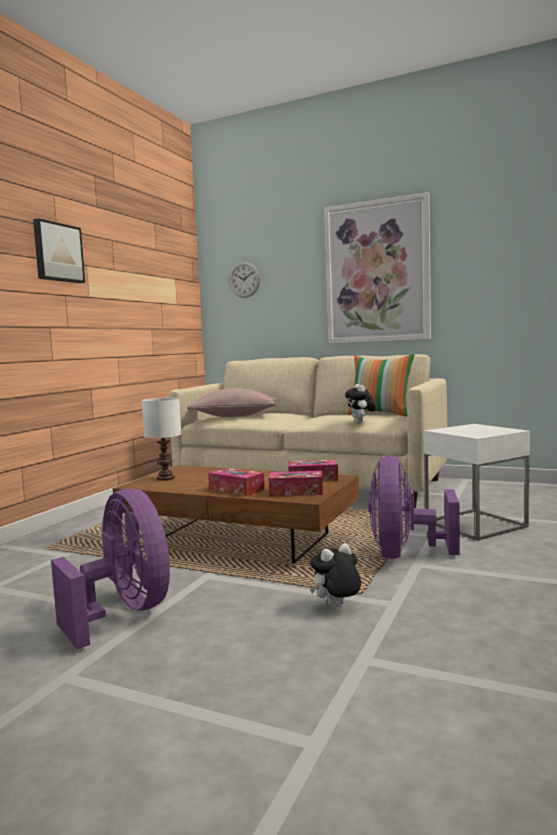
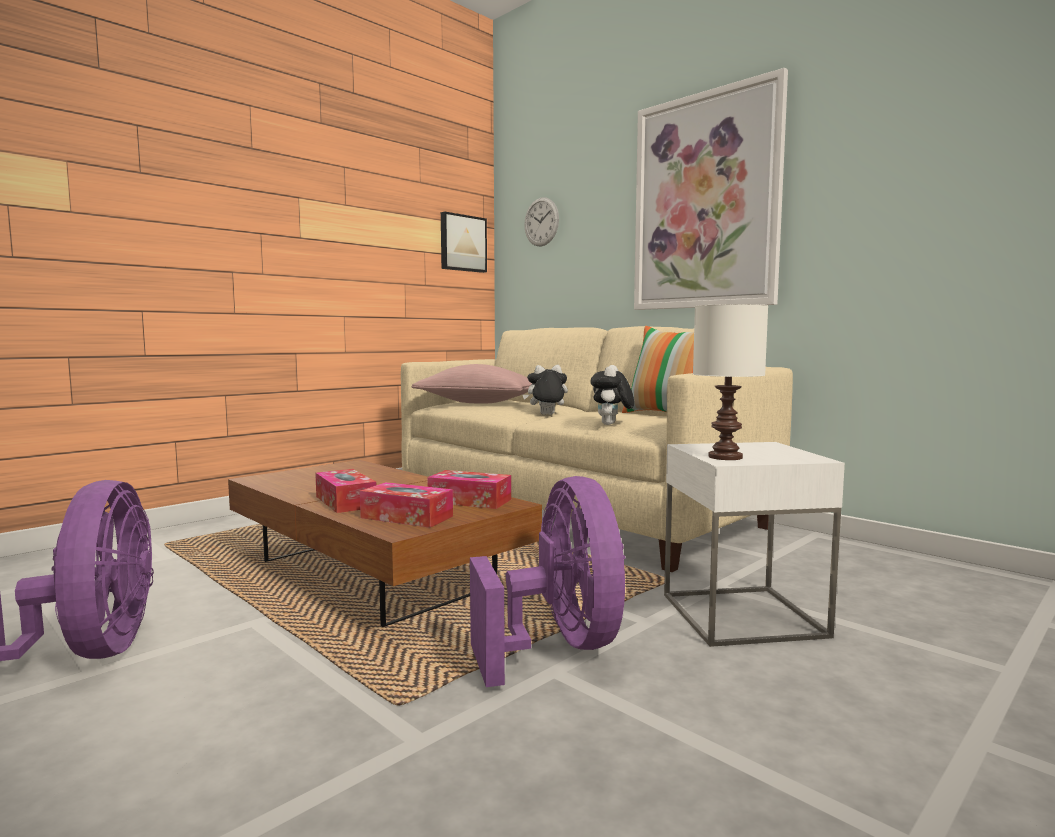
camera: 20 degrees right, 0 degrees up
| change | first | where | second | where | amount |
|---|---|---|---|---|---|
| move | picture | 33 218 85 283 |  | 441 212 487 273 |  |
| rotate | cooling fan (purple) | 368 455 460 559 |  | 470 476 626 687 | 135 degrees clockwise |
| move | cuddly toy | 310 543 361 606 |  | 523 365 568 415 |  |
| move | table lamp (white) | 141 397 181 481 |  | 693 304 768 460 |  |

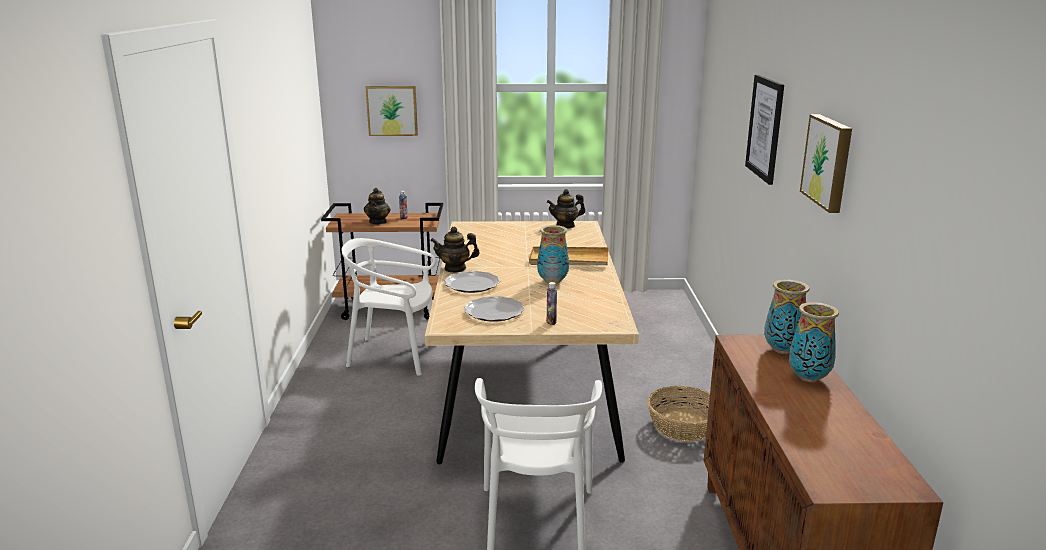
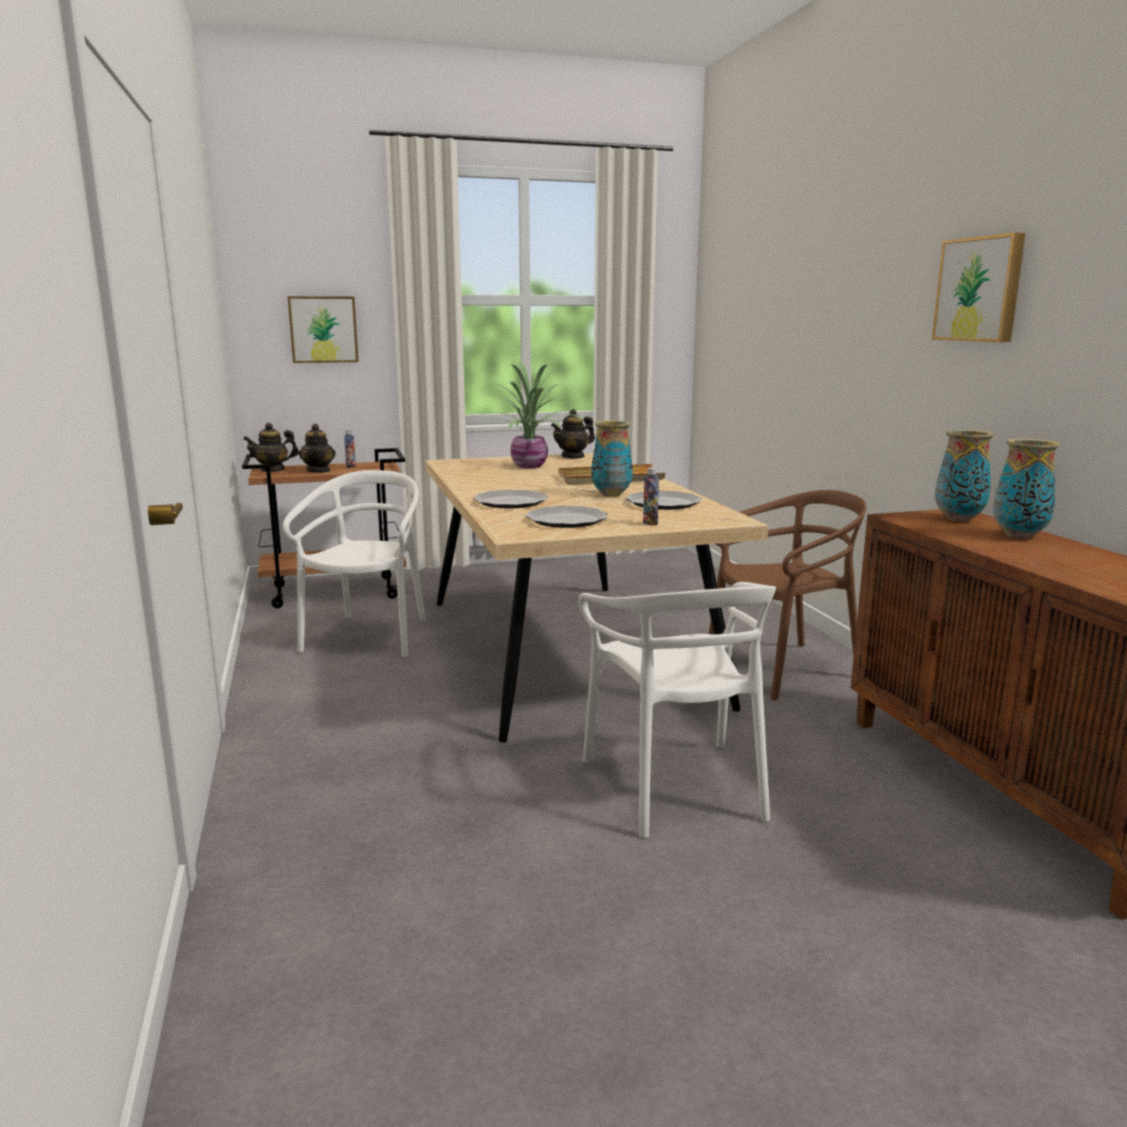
camera: 15 degrees left, 5 degrees down
| change | first | where | second | where | amount |
|---|---|---|---|---|---|
| move | tea pot | 430 227 480 273 |  | 243 423 299 472 |  |
| rotate | chair (white) | 342 238 436 376 |  | 283 470 426 658 | 105 degrees clockwise |
| insert |  |  | plant in a pot | 479 362 584 468 |  |
| insert |  |  | plate | 626 491 702 510 |  |
| replace | household basket | 647 386 710 442 | chair (brown-coloured) | 709 490 866 701 |  |
| delete | picture | 745 75 784 185 |  |  |  |

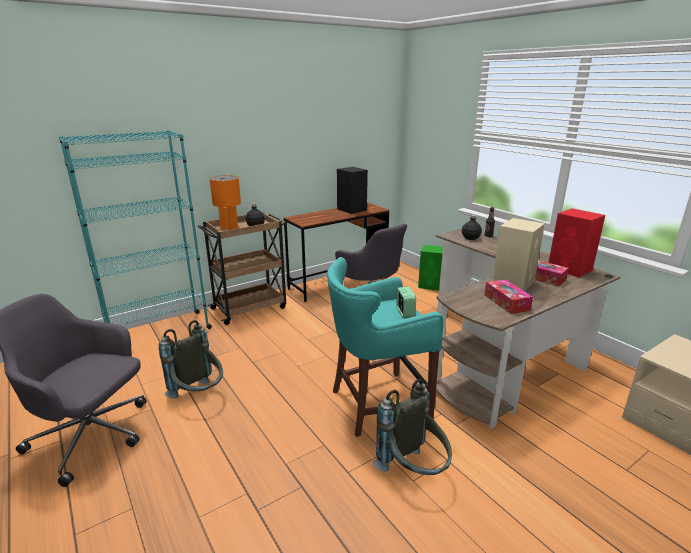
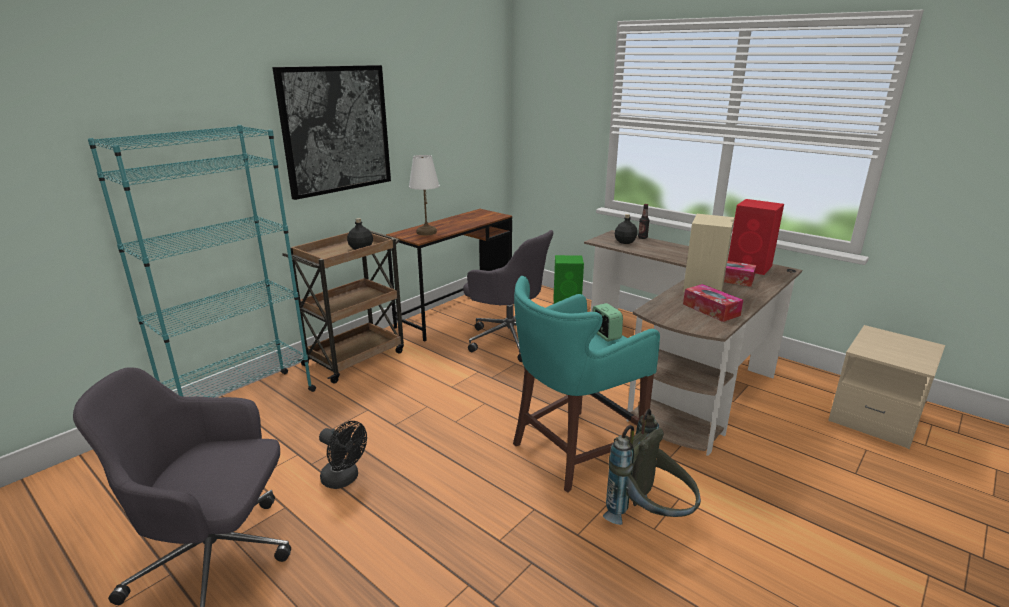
camera: 15 degrees left, 0 degrees up
| change | first | where | second | where | amount |
|---|---|---|---|---|---|
| insert |  |  | picture | 272 65 391 200 |  |
| replace | backpack (greyish) | 159 320 223 398 | cooling fan (black-coloured) | 319 421 367 489 |  |
| insert |  |  | table lamp (white) | 409 155 439 235 |  |
| delete | table lamp (orange) | 210 175 241 230 |  |  |  |
| delete | audio speaker (black-coloured) | 337 167 368 214 |  |  |  |

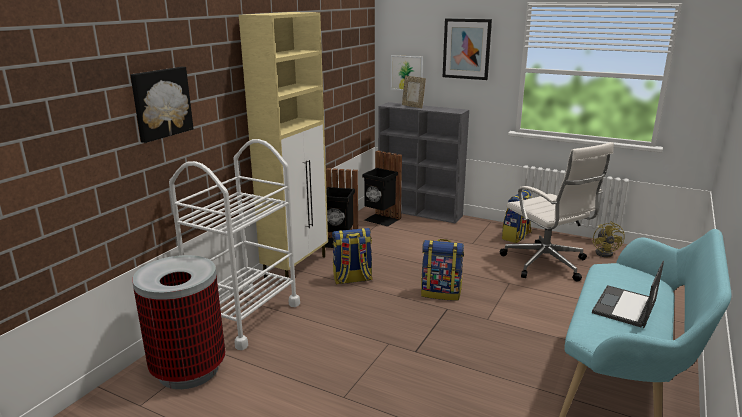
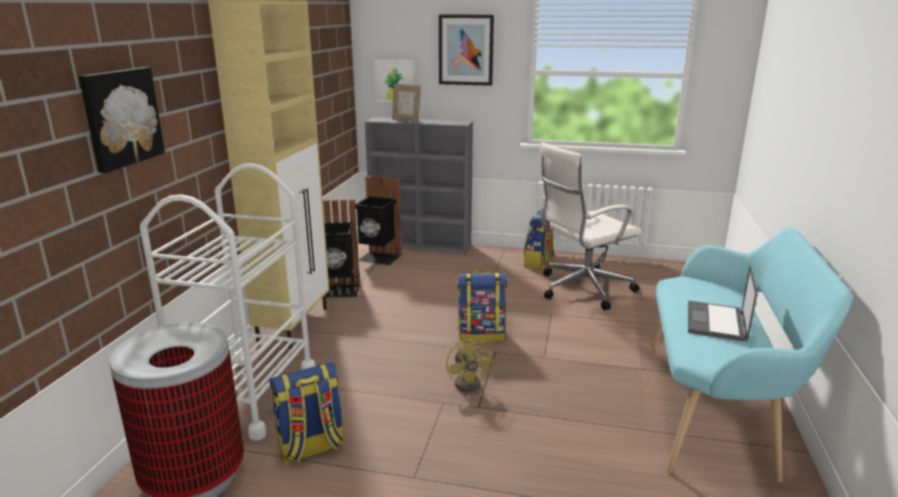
camera: 15 degrees left, 0 degrees up
| change | first | where | second | where | amount |
|---|---|---|---|---|---|
| move | backpack | 332 228 373 285 |  | 269 362 345 465 |  |
| move | cooling fan (yellow-coloured) | 592 221 625 257 |  | 446 336 493 392 |  |
| rotate | computer chair (white) | 499 142 614 282 |  | 539 143 642 310 | 105 degrees clockwise |

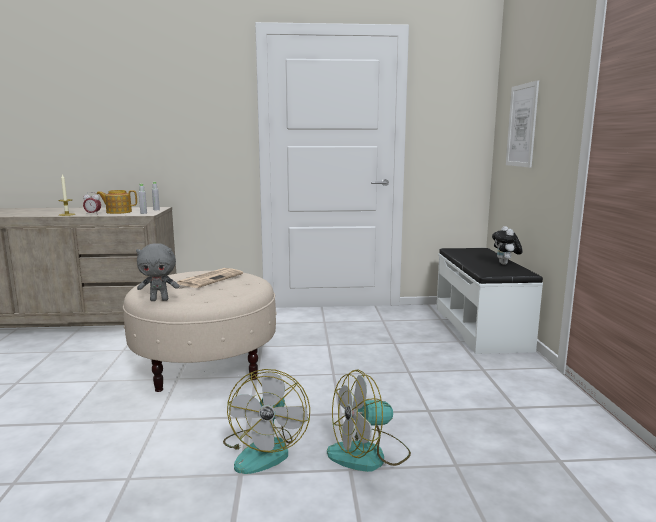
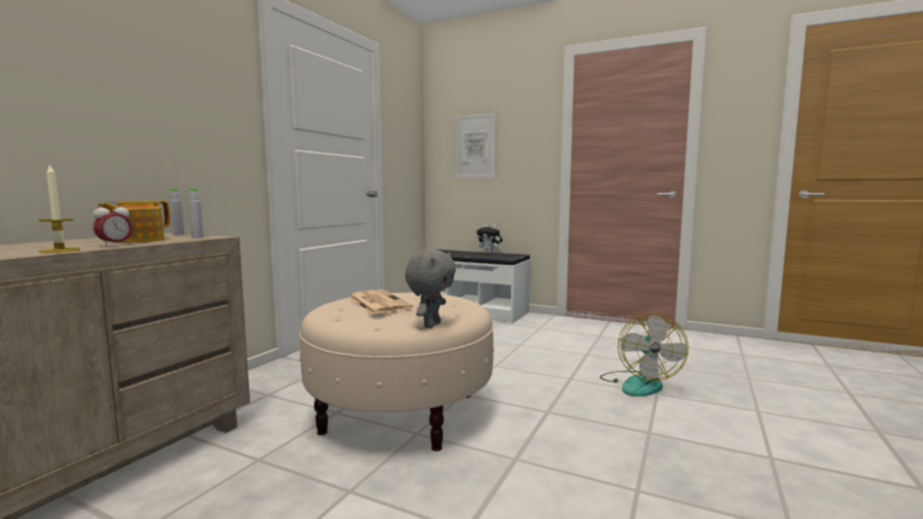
camera: 60 degrees left, 5 degrees down
| change | first | where | second | where | amount |
|---|---|---|---|---|---|
| delete | cooling fan | 223 369 310 474 |  |  |  |

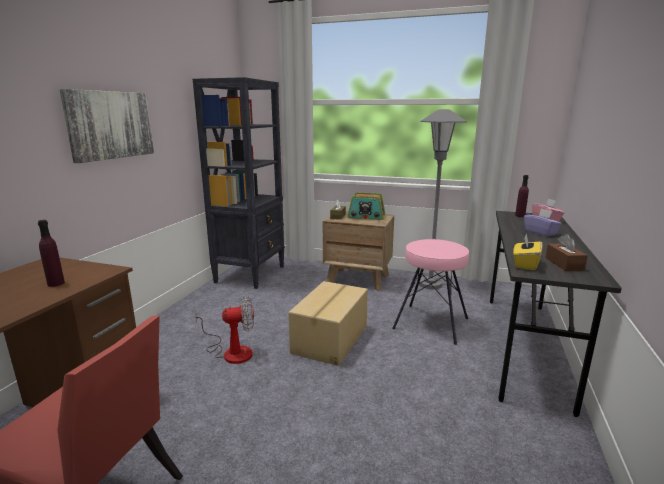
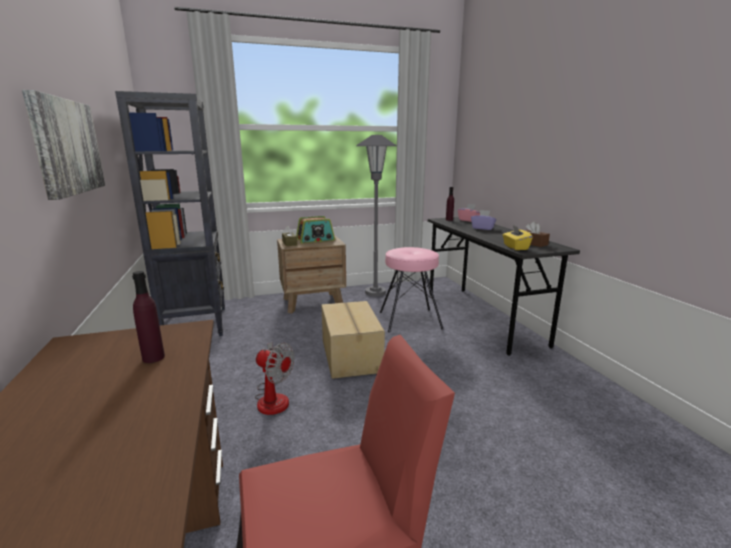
camera: 35 degrees left, 0 degrees up
| change | first | where | second | where | amount |
|---|---|---|---|---|---|
| rotate | cooling fan | 195 296 254 364 |  | 255 342 295 415 | 75 degrees clockwise |

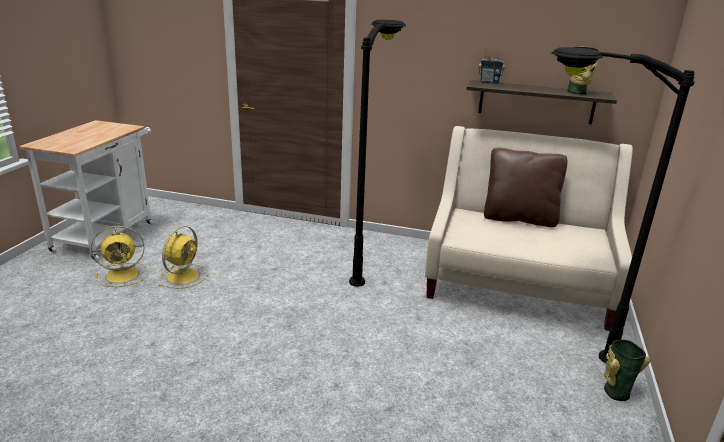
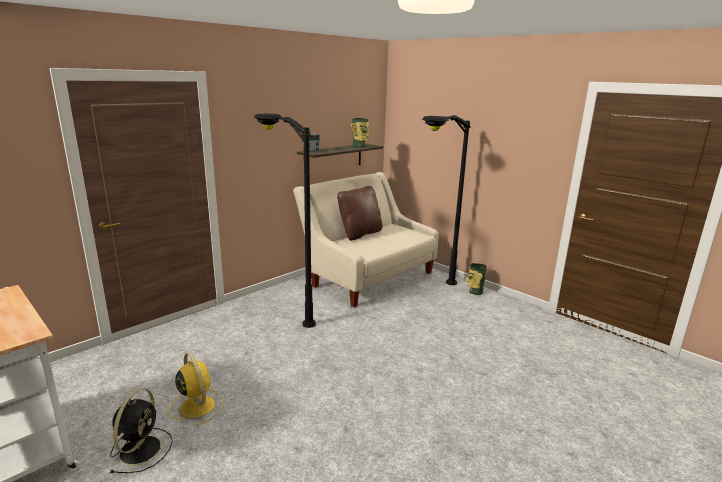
camera: 60 degrees left, 5 degrees down
| change | first | where | second | where | amount |
|---|---|---|---|---|---|
| recolor | cooling fan (yellow-coloured) | 91 226 148 287 | cooling fan (black-coloured) | 110 388 173 473 |  |

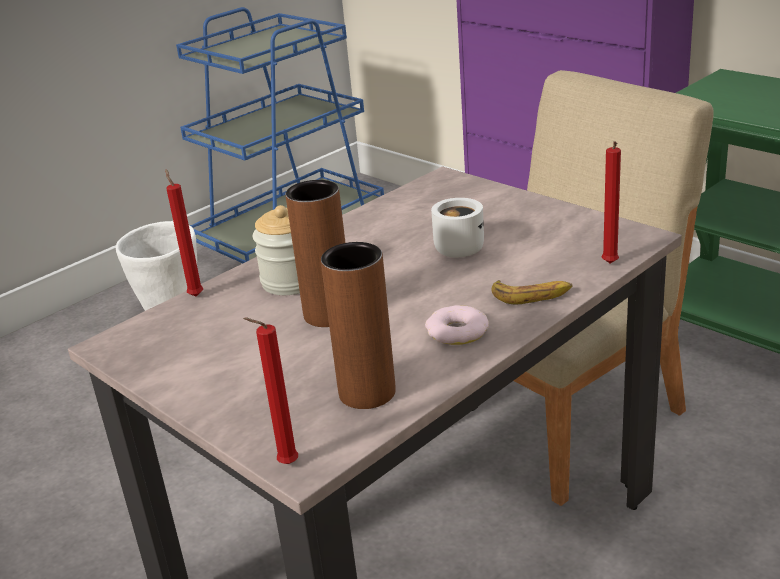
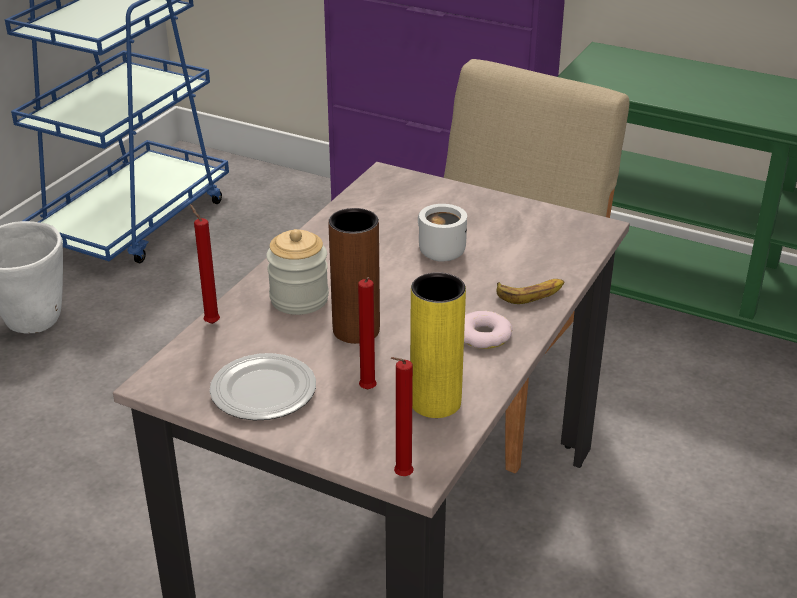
camera: 20 degrees left, 5 degrees up
| change | first | where | second | where | amount |
|---|---|---|---|---|---|
| insert |  |  | plate | 209 353 316 420 |  |
| move | wax light (reddish) | 602 141 621 263 |  | 358 277 377 389 |  |
| recolor | vase (brown-coloured) | 321 242 396 409 | vase (yellow-coloured) | 410 272 466 418 |  |

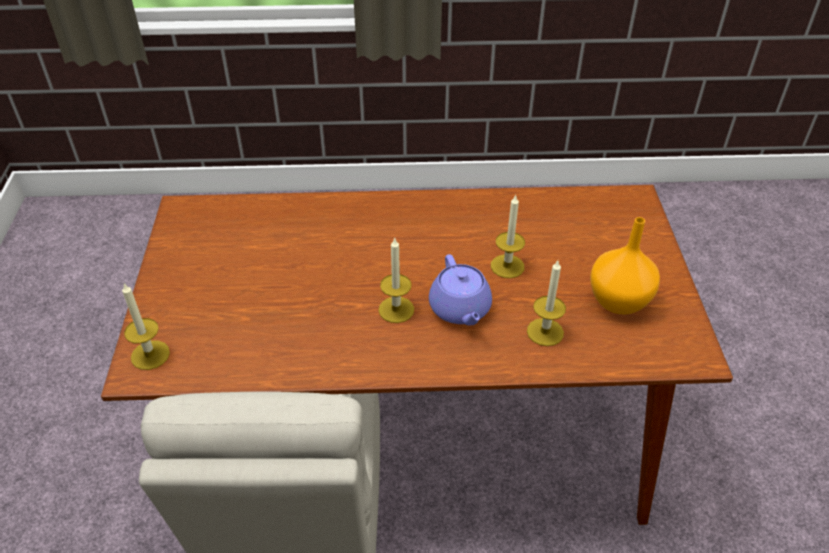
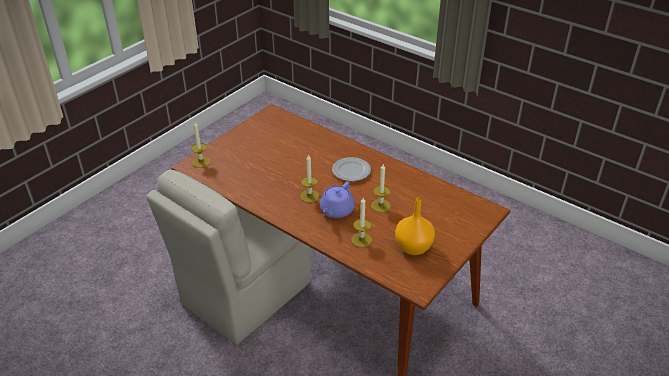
camera: 40 degrees right, 5 degrees down
| change | first | where | second | where | amount |
|---|---|---|---|---|---|
| insert |  |  | plate | 332 157 371 181 |  |

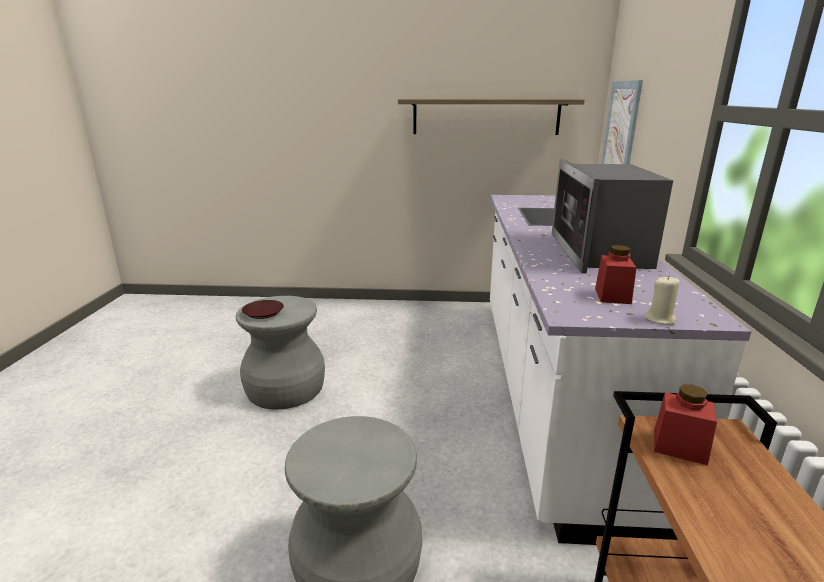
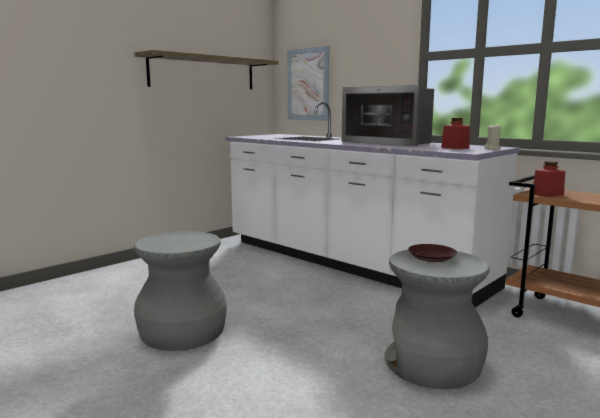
camera: 50 degrees left, 10 degrees down
| change | first | where | second | where | amount |
|---|---|---|---|---|---|
| move | plate (brown-coloured) | 242 300 284 319 |  | 408 244 457 262 |  |

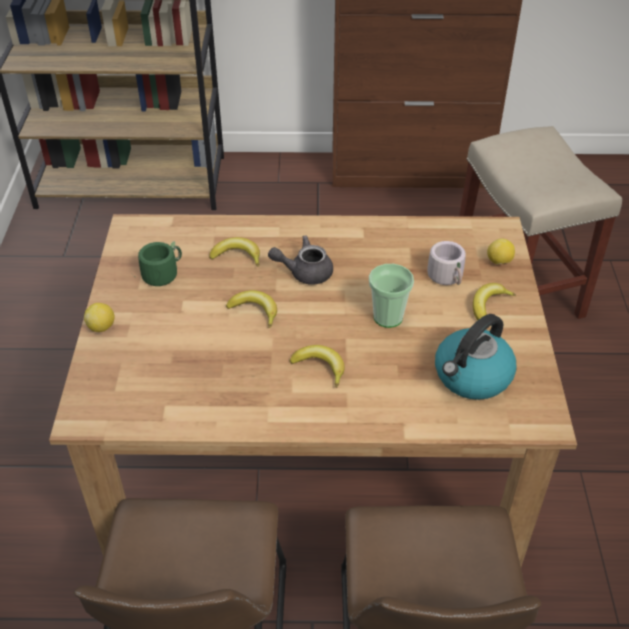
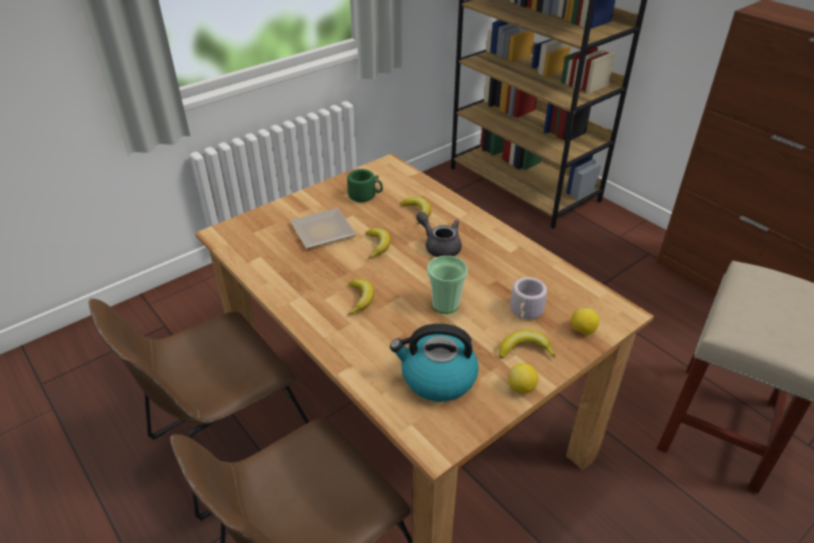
camera: 50 degrees right, 5 degrees down
| change | first | where | second | where | amount |
|---|---|---|---|---|---|
| insert |  |  | plate | 290 208 357 249 |  |
| move | lemon | 84 303 115 332 |  | 508 363 538 393 |  |

